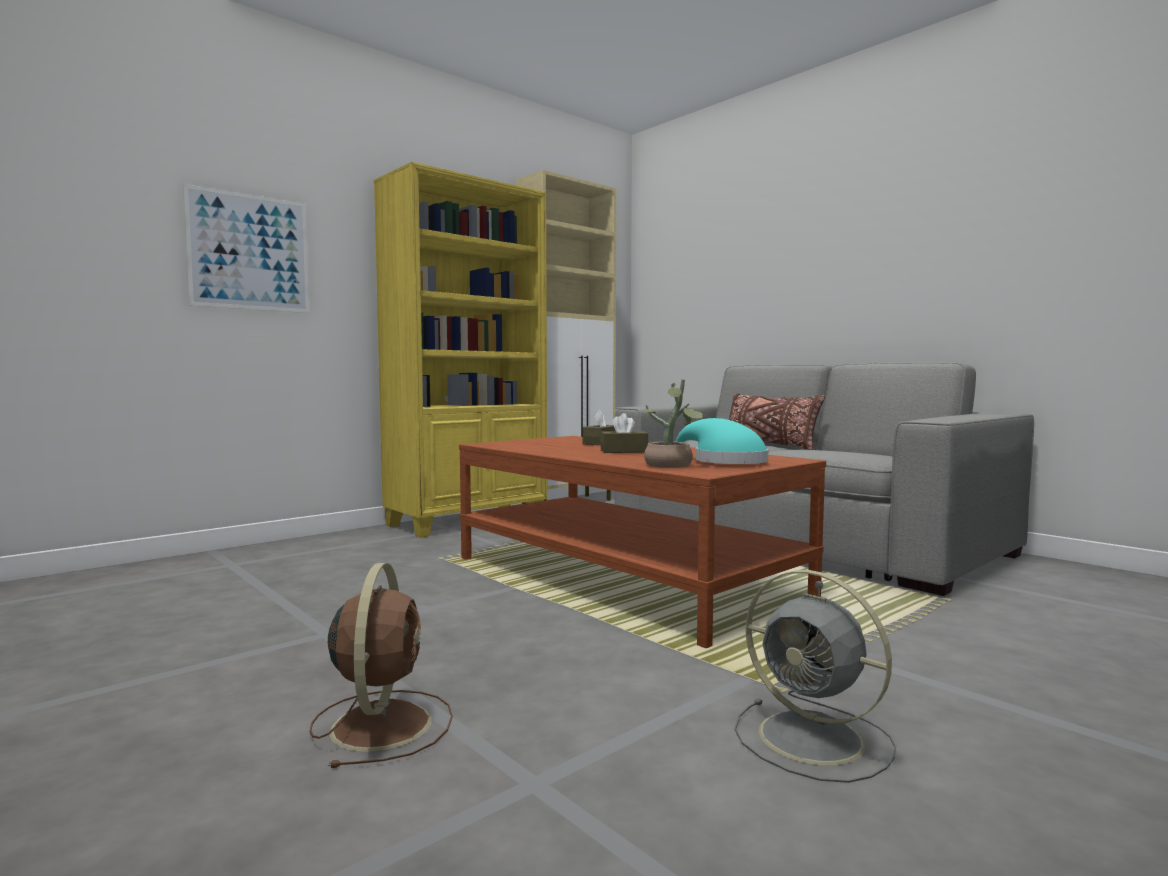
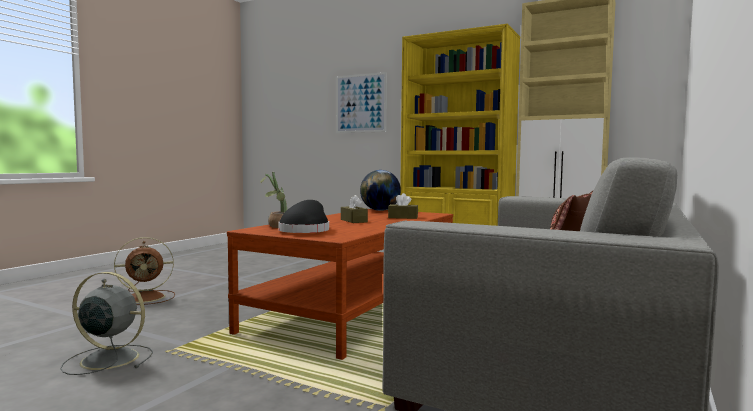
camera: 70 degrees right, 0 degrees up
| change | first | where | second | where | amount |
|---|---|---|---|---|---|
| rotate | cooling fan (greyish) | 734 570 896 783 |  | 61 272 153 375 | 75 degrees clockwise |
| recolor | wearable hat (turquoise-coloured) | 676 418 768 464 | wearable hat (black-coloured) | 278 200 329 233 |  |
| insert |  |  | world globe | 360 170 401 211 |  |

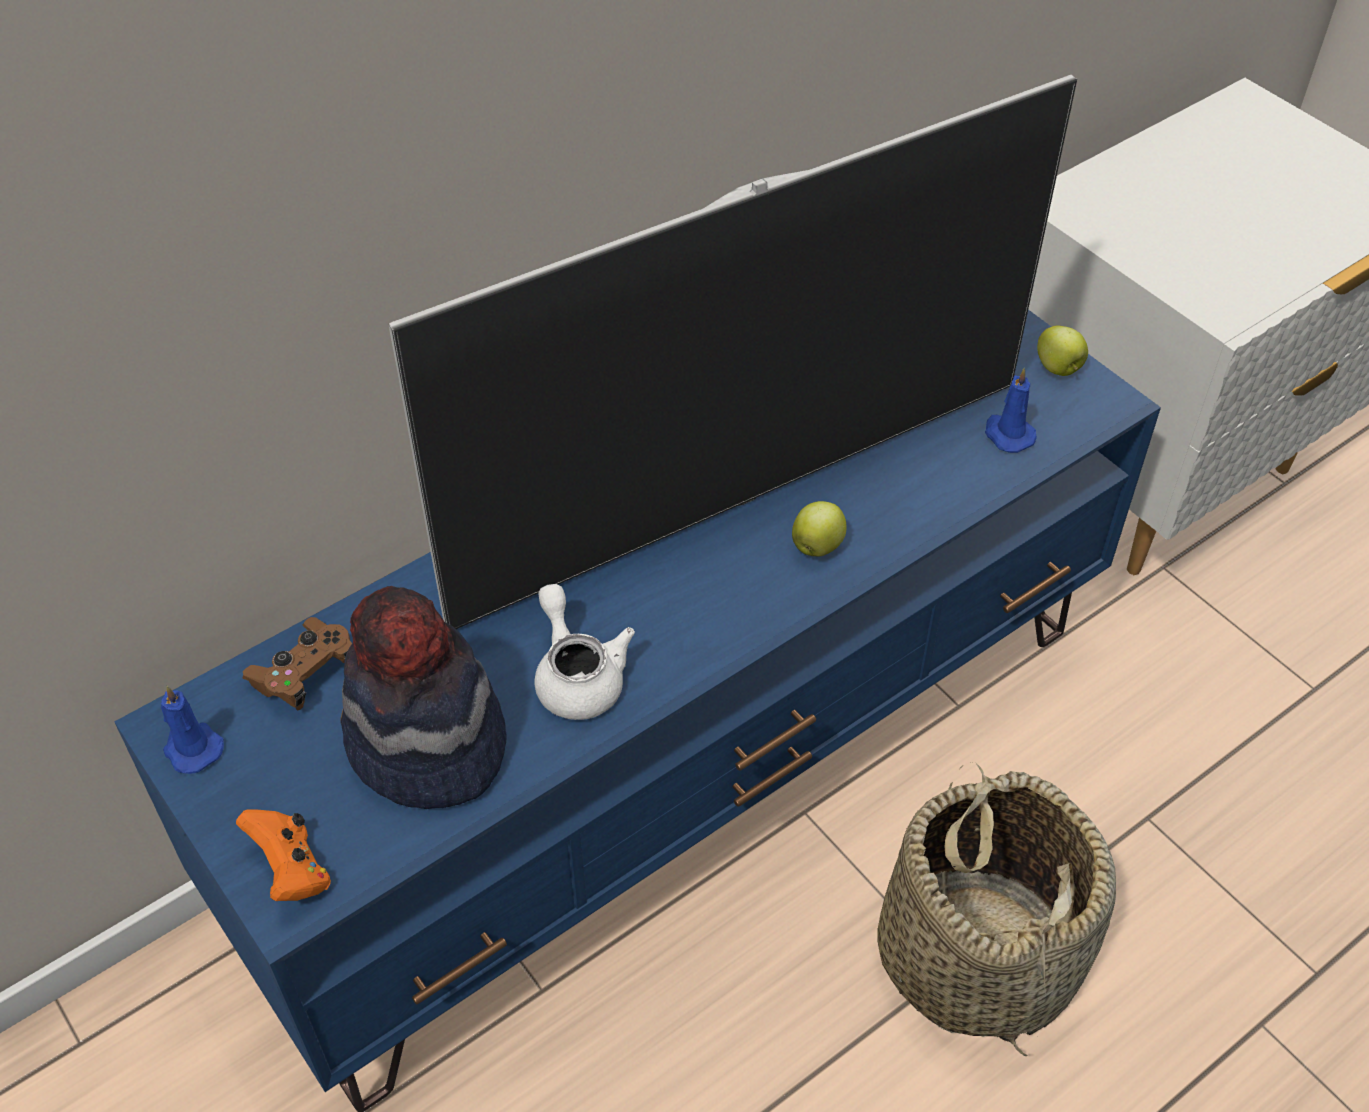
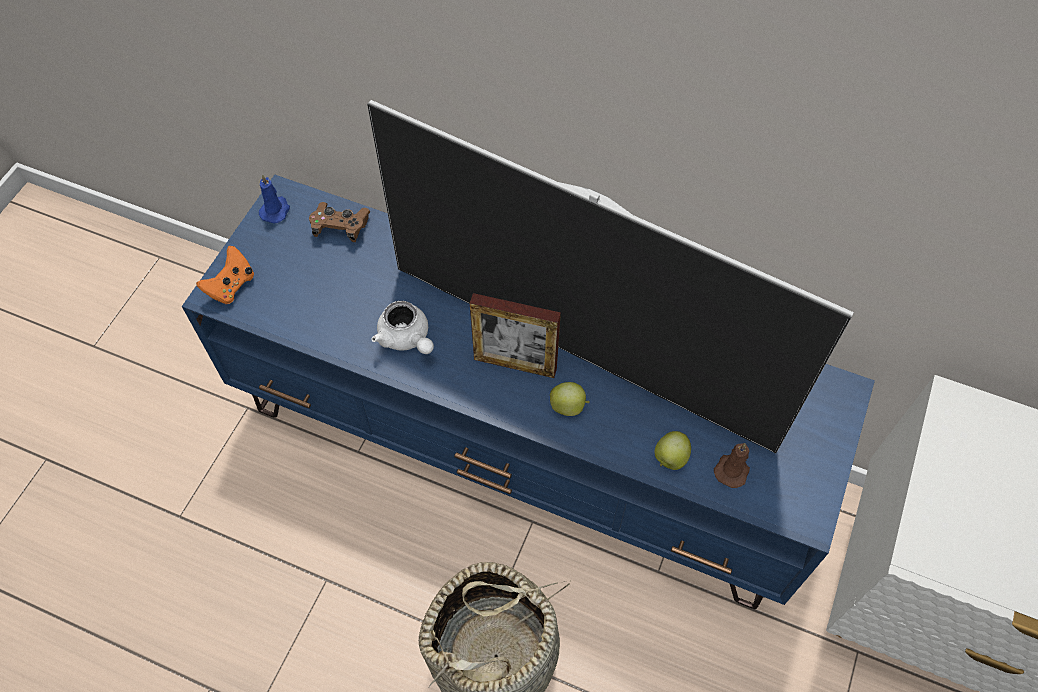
camera: 60 degrees right, 10 degrees up
| change | first | where | second | where | amount |
|---|---|---|---|---|---|
| rotate | tea pot (white) | 534 584 635 720 |  | 371 301 434 354 | 105 degrees clockwise |
| insert |  |  | picture frame | 470 293 561 378 |  |
| move | apple fruit | 1037 326 1088 376 |  | 655 431 691 470 |  |
| recolor | wax light (bluish) | 985 368 1037 453 | wax light (brown-coloured) | 714 443 750 488 |  |
| delete | wearable hat | 340 586 507 809 |  |  |  |

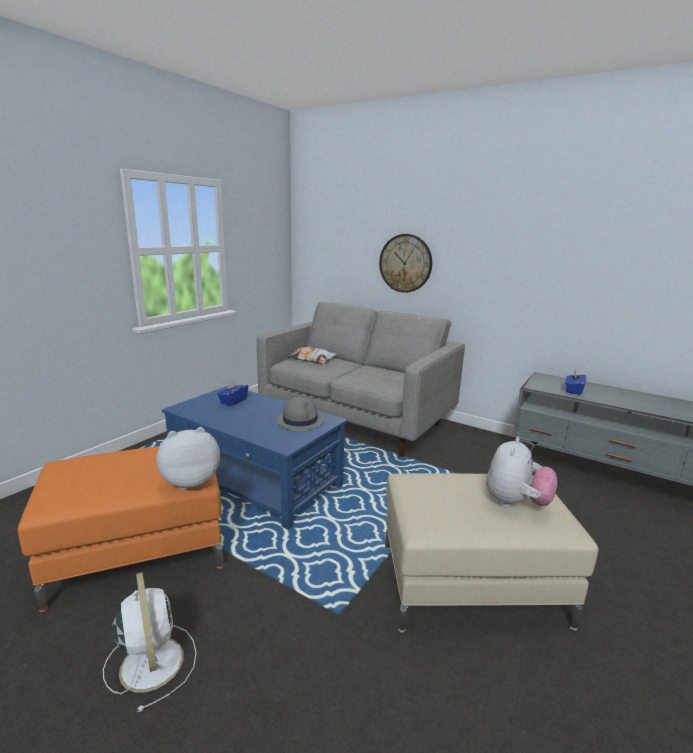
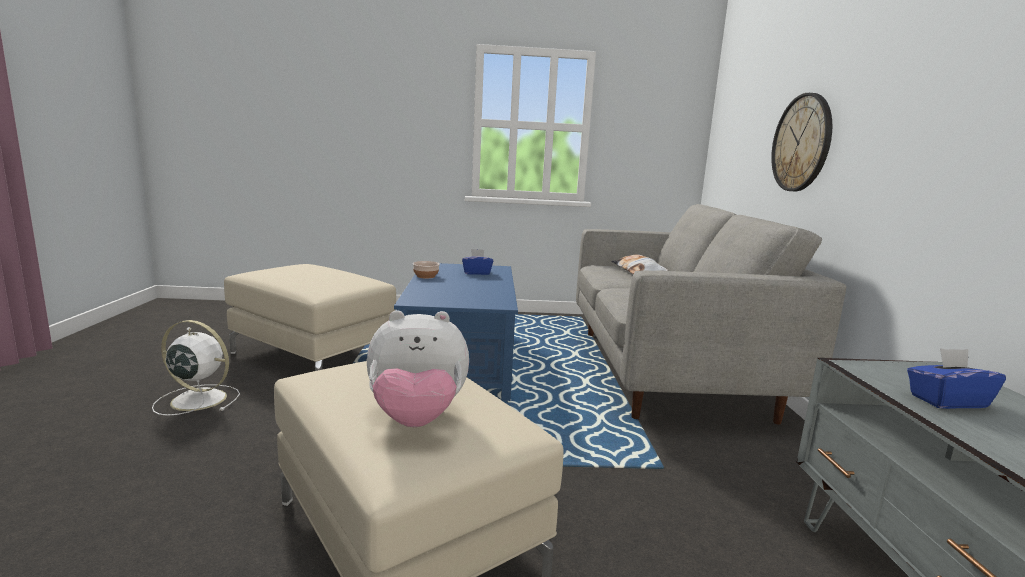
camera: 55 degrees right, 5 degrees down
| change | first | where | second | where | amount |
|---|---|---|---|---|---|
| rotate | cooling fan (white) | 103 572 197 712 |  | 152 320 240 416 | 105 degrees counterclockwise |
| recolor | pouffe (orange) | 18 446 224 612 | pouffe (beige) | 224 264 396 371 |  |
| insert |  |  | serving bowl | 413 261 440 279 |  |
| delete | cuddly toy | 157 427 220 490 |  |  |  |
| delete | wearable hat (greyish) | 276 397 324 432 |  |  |  |

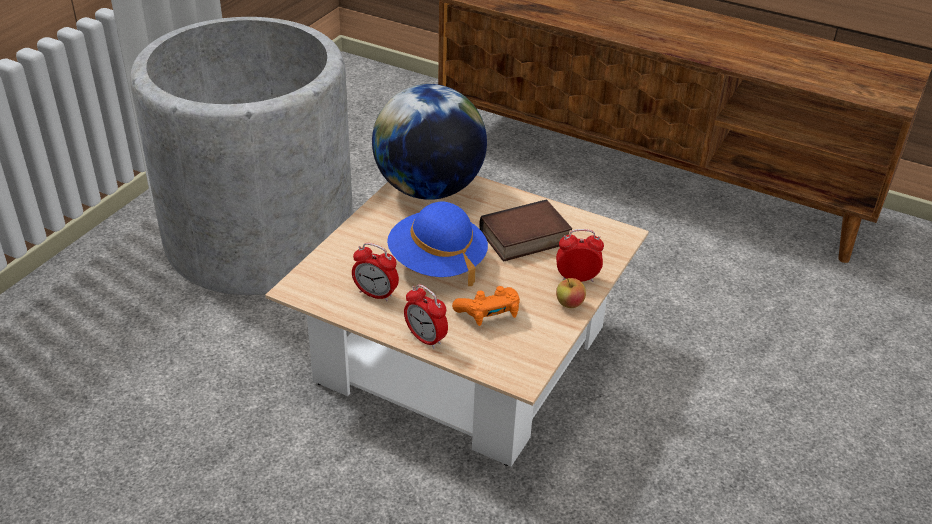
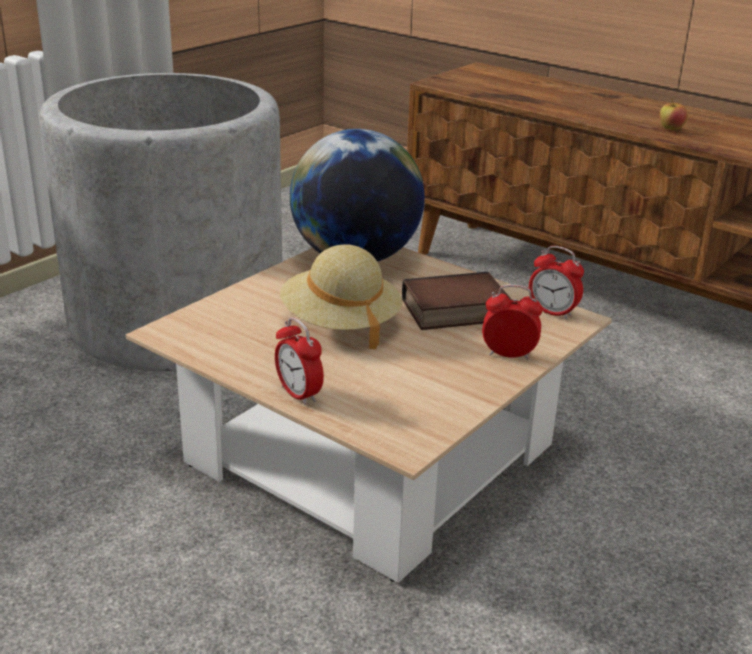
camera: 10 degrees right, 10 degrees down
| change | first | where | second | where | amount |
|---|---|---|---|---|---|
| recolor | wearable hat (bluish) | 387 202 488 286 | wearable hat (beige) | 280 244 403 349 |  |
| move | table clock | 352 243 399 301 |  | 529 246 584 320 |  |
| move | apple fruit | 556 278 586 308 |  | 659 98 688 130 |  |
| delete | game controller (orange) | 452 286 520 326 |  |  |  |

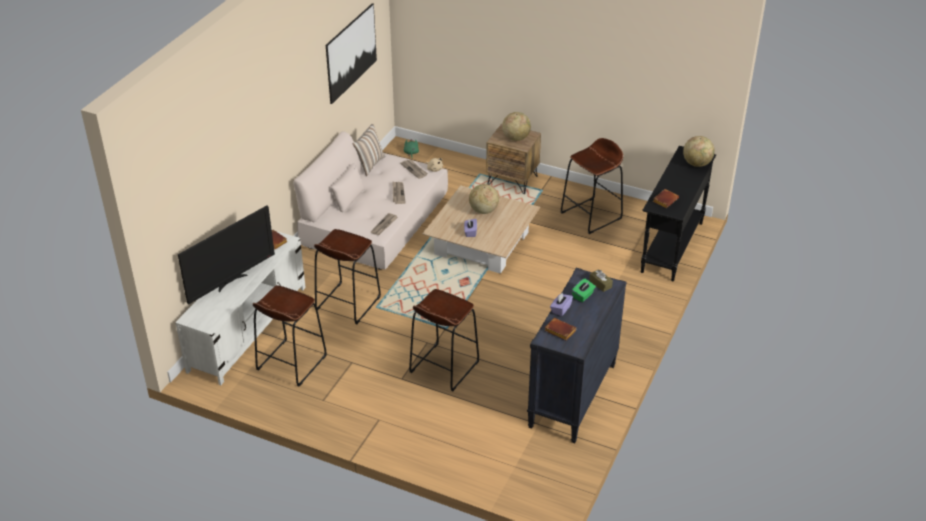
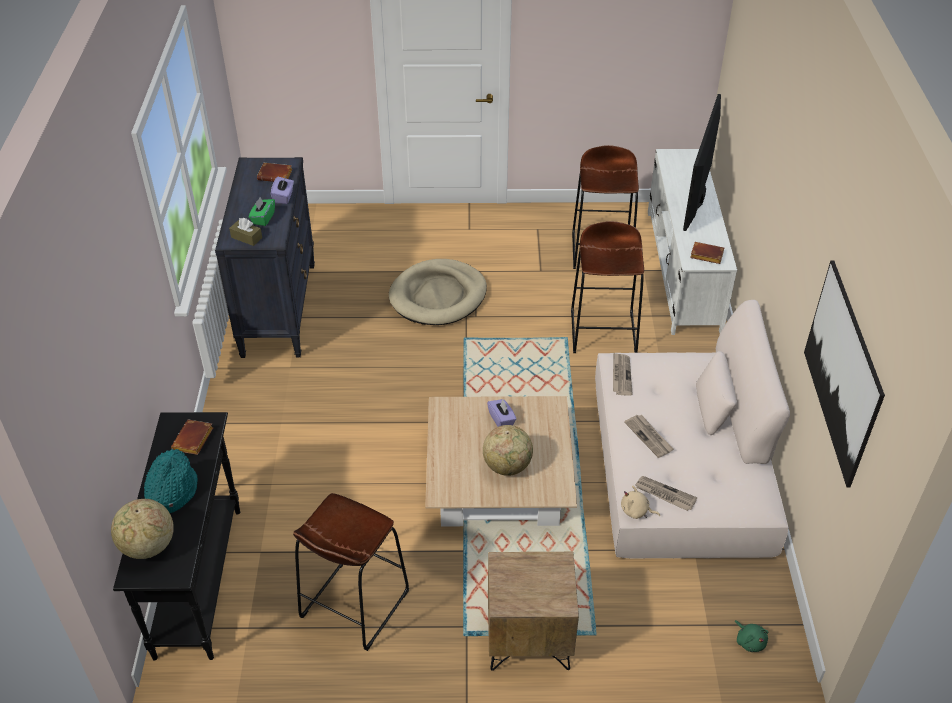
camera: 155 degrees right, 5 degrees up
| change | first | where | second | where | amount |
|---|---|---|---|---|---|
| insert |  |  | wearable hat (turquoise-coloured) | 144 449 198 513 |  |
| replace | sitting stool (brown-coloured) | 409 289 479 391 | dog bed (beige) | 389 259 487 325 |  |
| delete | throw pillow | 352 124 385 176 |  |  |  |
| delete | world globe | 502 112 531 141 |  |  |  |

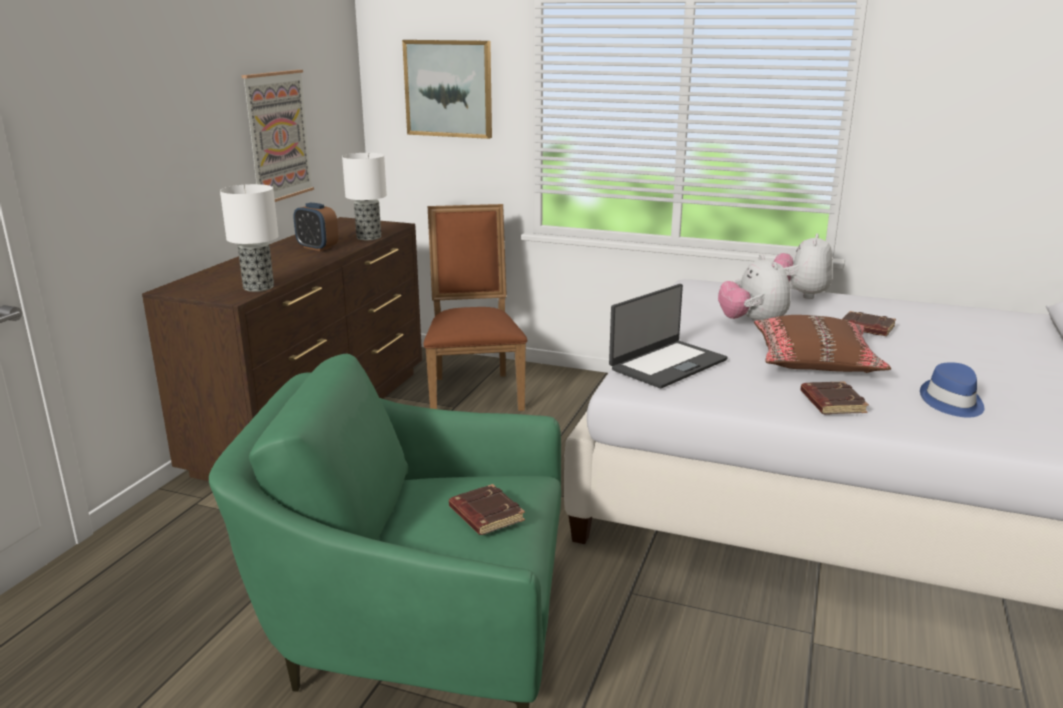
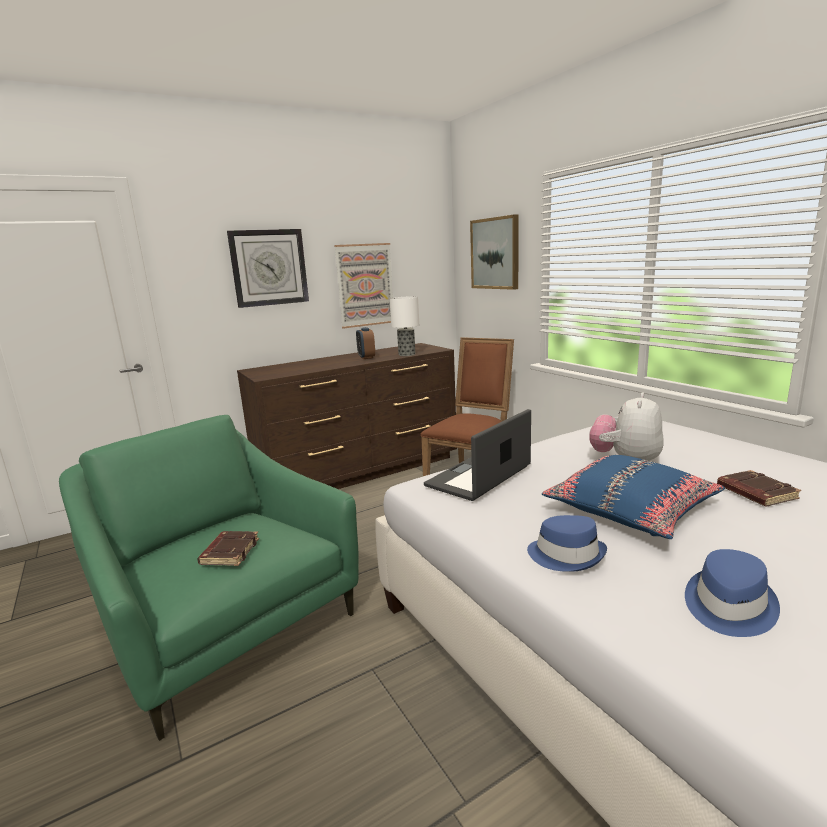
camera: 40 degrees right, 5 degrees down
| change | first | where | second | where | amount |
|---|---|---|---|---|---|
| insert |  |  | wall clock | 227 229 309 308 |  |
| rotate | portable computer | 609 284 728 388 |  | 424 409 531 501 | 135 degrees clockwise |
| replace | volume (brown-coloured) | 800 381 869 415 | wearable hat (bluish) | 527 515 607 572 |  |
| recolor | throw pillow (brown-coloured) | 754 315 891 373 | throw pillow (bluish) | 542 455 725 539 |  |
| delete | table lamp | 220 184 279 292 |  |  |  |
| delete | cuddly toy | 774 233 833 299 |  |  |  |

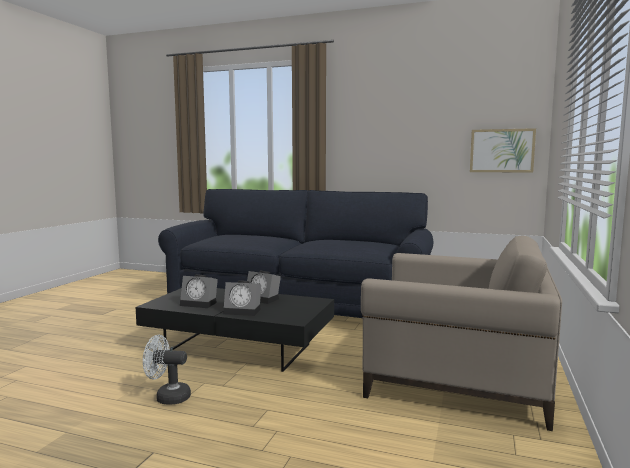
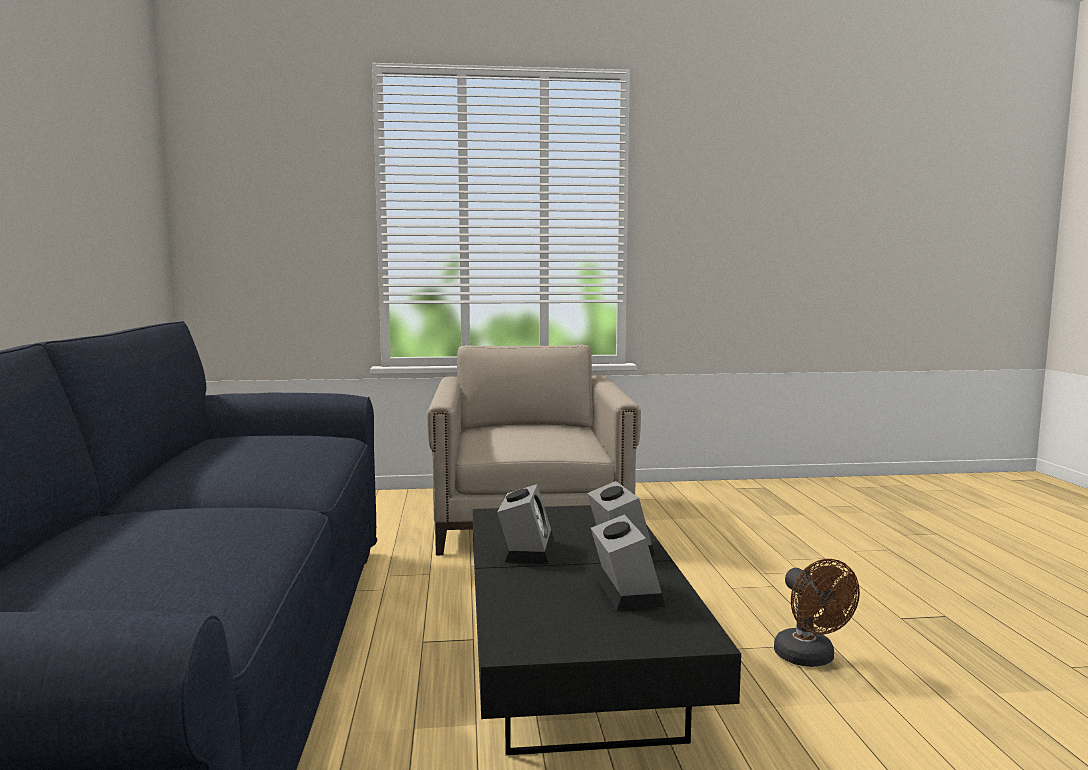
camera: 115 degrees left, 0 degrees up
| change | first | where | second | where | amount |
|---|---|---|---|---|---|
| recolor | cooling fan (white) | 143 335 191 405 | cooling fan (brown-coloured) | 774 559 860 667 |  |
| delete | picture | 470 128 536 173 |  |  |  |

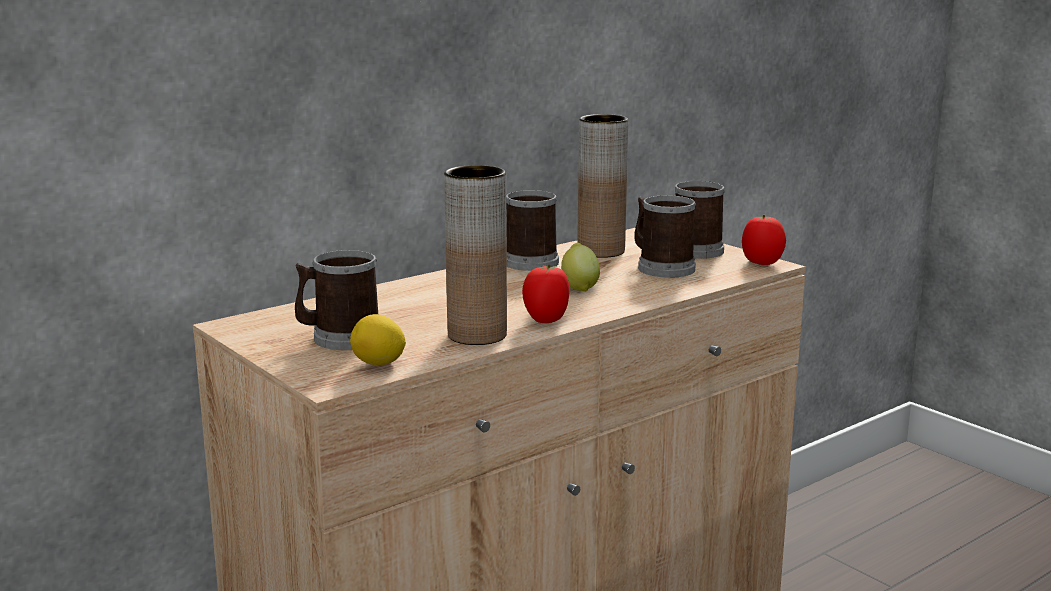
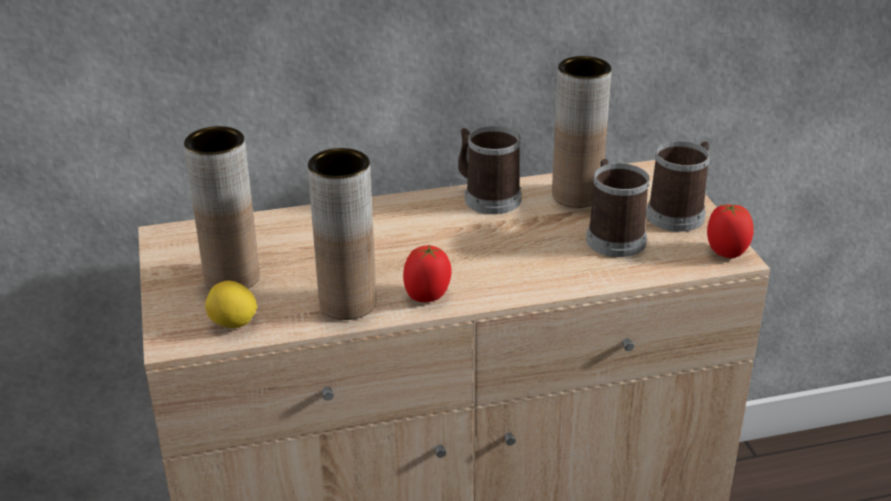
camera: 25 degrees right, 15 degrees up
| change | first | where | second | where | amount |
|---|---|---|---|---|---|
| replace | tea mug | 295 250 378 350 | vase (brown-coloured) | 184 126 260 289 |  |
| delete | lemon | 561 243 600 291 |  |  |  |

